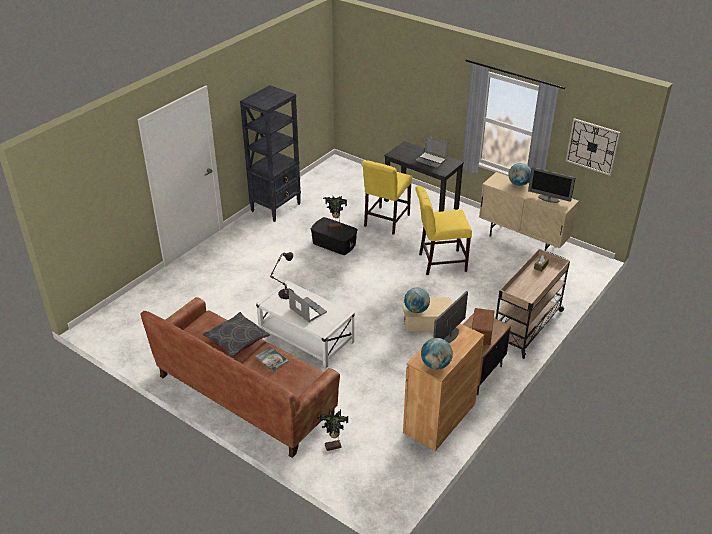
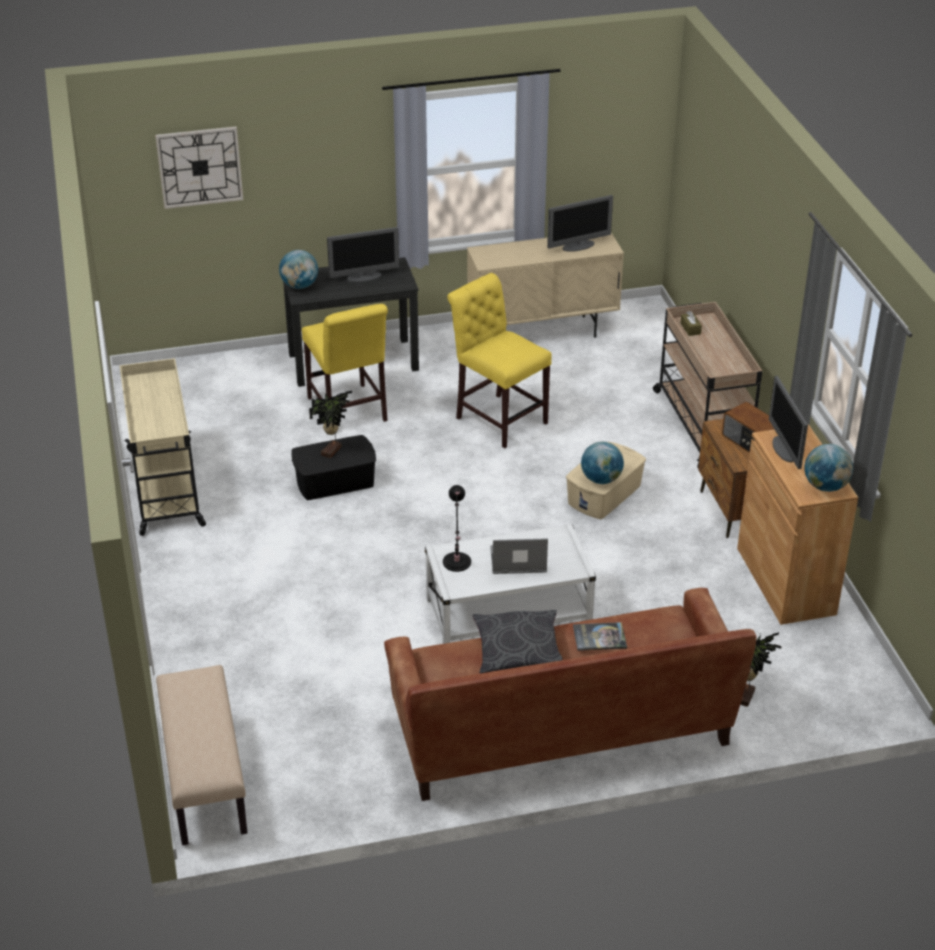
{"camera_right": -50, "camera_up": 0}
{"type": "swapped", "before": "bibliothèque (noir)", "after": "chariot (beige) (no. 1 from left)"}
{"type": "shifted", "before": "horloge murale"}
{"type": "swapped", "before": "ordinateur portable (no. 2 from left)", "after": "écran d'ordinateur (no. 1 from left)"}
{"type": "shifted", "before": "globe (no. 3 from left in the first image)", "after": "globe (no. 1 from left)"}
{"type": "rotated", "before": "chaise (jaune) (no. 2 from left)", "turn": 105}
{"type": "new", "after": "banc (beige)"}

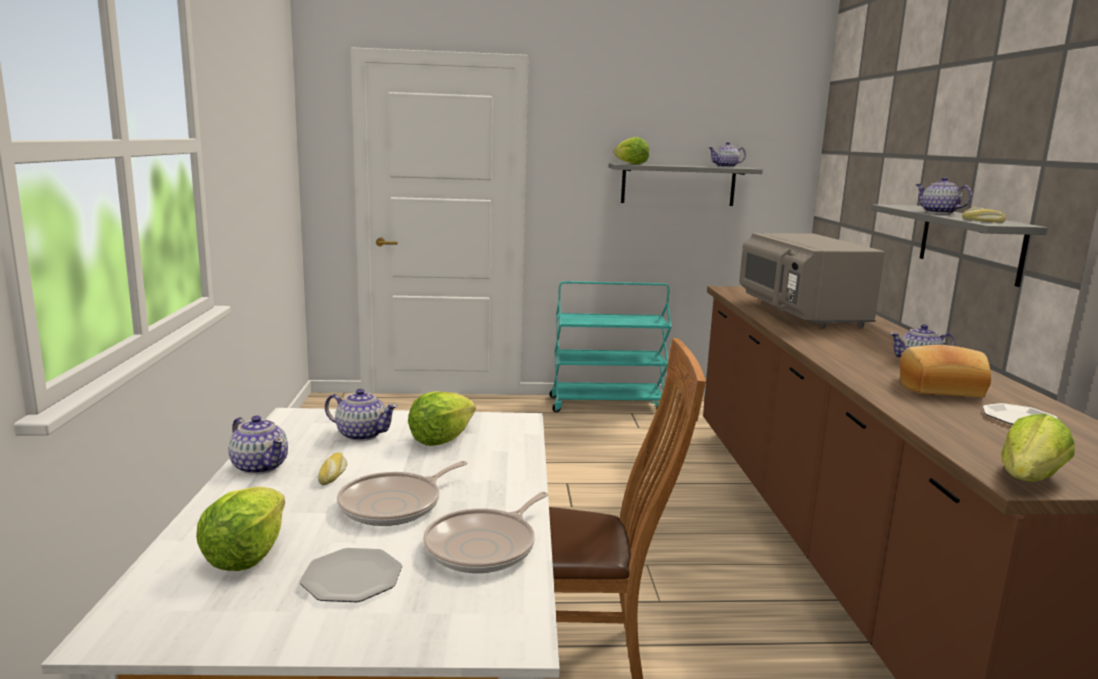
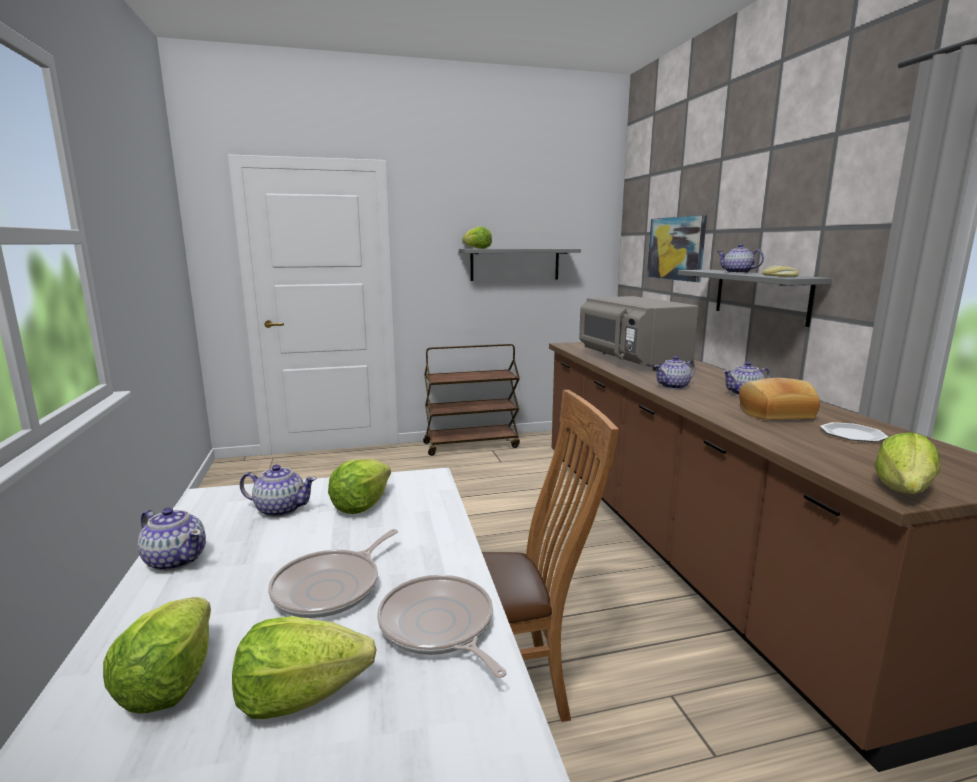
{"camera_right": -10, "camera_up": 0}
{"type": "shifted", "before": "théière (no. 3 from left)"}
{"type": "repainted", "before": "chariot (turquoise)", "after": "chariot (marron)"}
{"type": "gone", "before": "pain (no. 1 from left)"}
{"type": "rotated", "before": "poêle (no. 2 from left)", "turn": 120}
{"type": "swapped", "before": "assiette (no. 1 from left)", "after": "laitue (no. 2 from left)"}
{"type": "new", "after": "tableau"}

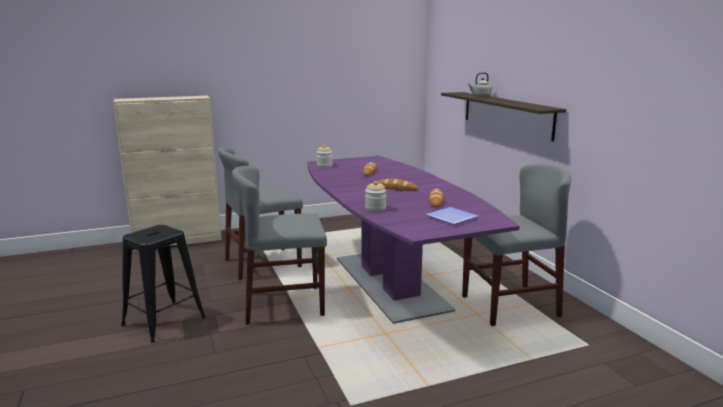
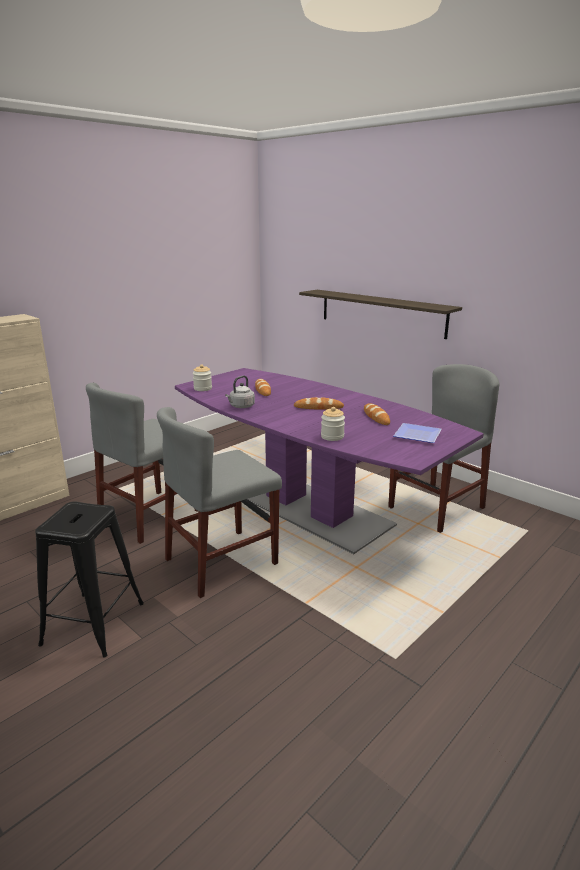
{"camera_right": -25, "camera_up": 5}
{"type": "shifted", "before": "bouilloire (gris)"}

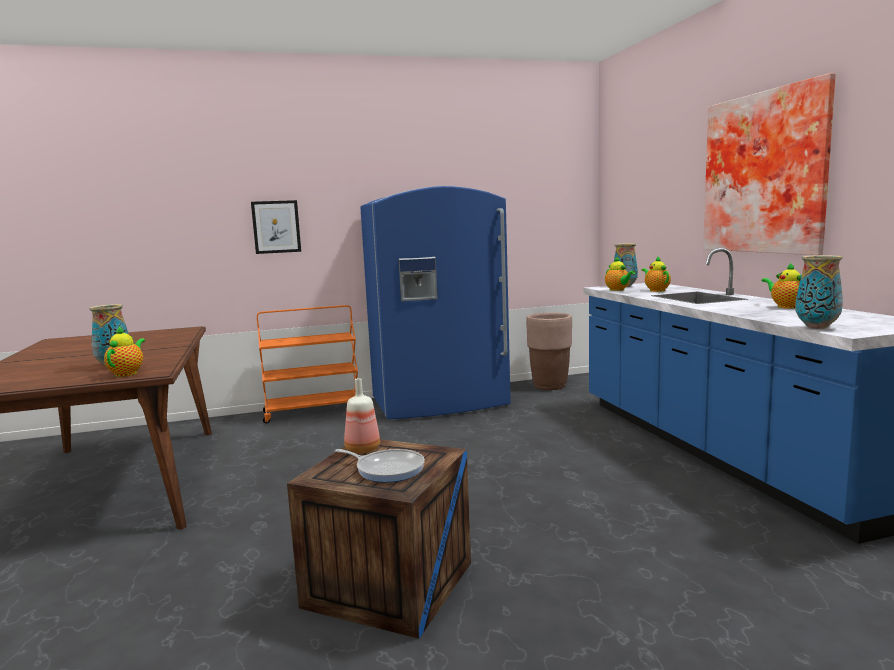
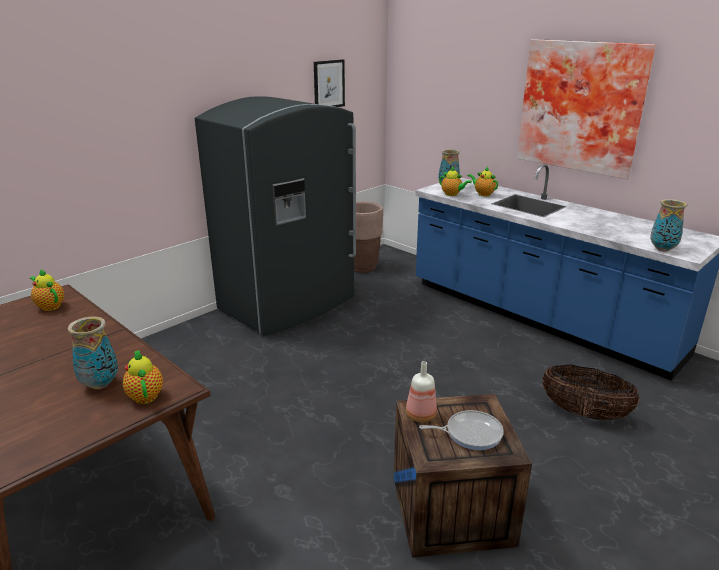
{"camera_right": -30, "camera_up": 15}
{"type": "repainted", "before": "réfrigérateur (bleu)", "after": "réfrigérateur (gris)"}
{"type": "shifted", "before": "tableau (no. 1 from left)"}
{"type": "shifted", "before": "théière (no. 4 from left in the first image)", "after": "théière (no. 1 from left)"}
{"type": "gone", "before": "chariot (orange)"}
{"type": "new", "after": "panier"}

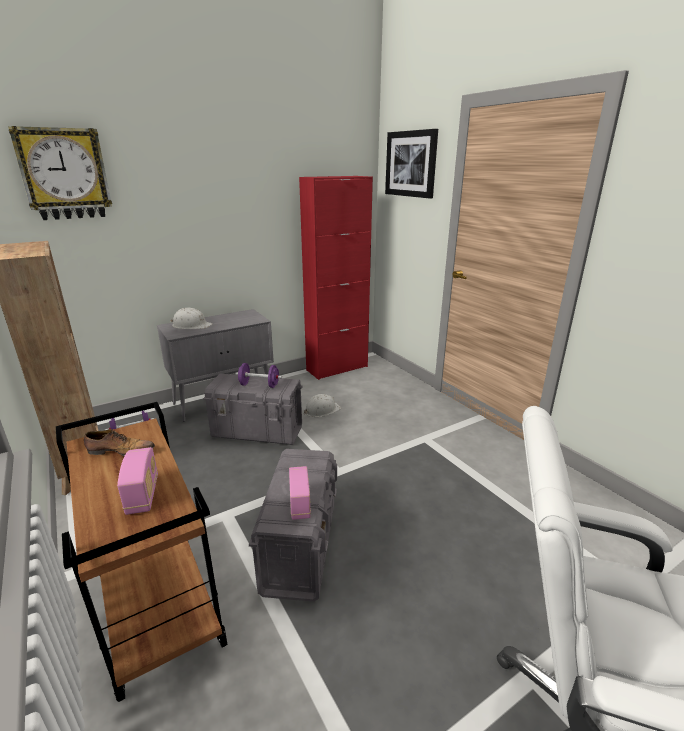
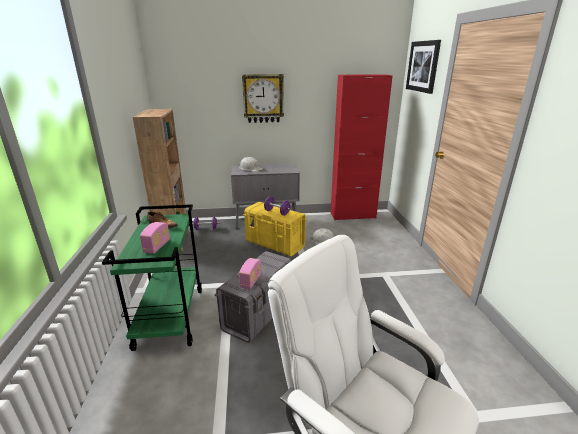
{"camera_right": 25, "camera_up": 0}
{"type": "shifted", "before": "horloge murale"}
{"type": "repainted", "before": "boîte de rangement (gris) (no. 1 from left)", "after": "boîte de rangement (jaune)"}
{"type": "repainted", "before": "chariot (marron)", "after": "chariot (vert)"}

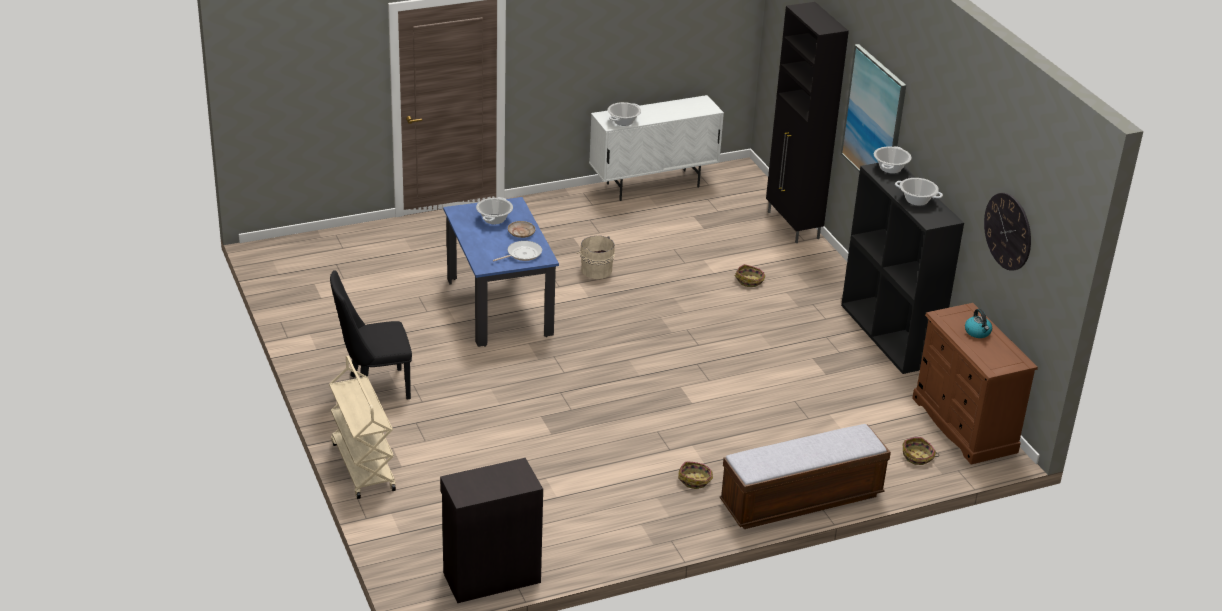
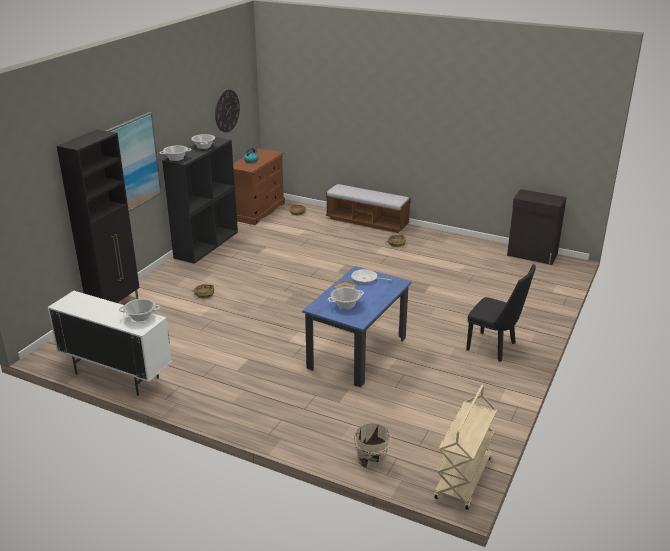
{"camera_right": -130, "camera_up": -5}
{"type": "shifted", "before": "seau (beige)"}
{"type": "shifted", "before": "chariot (beige)"}

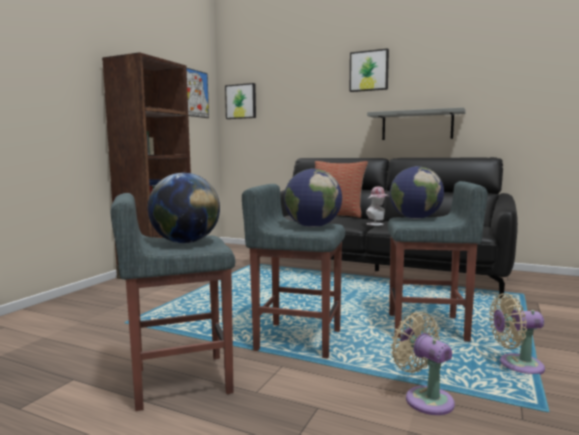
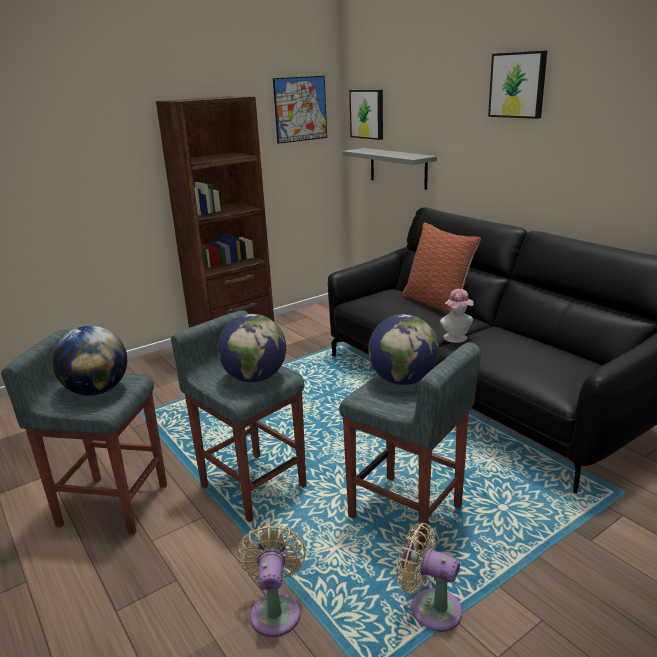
{"camera_right": 30, "camera_up": 15}
{"type": "shifted", "before": "étagère (gris)"}

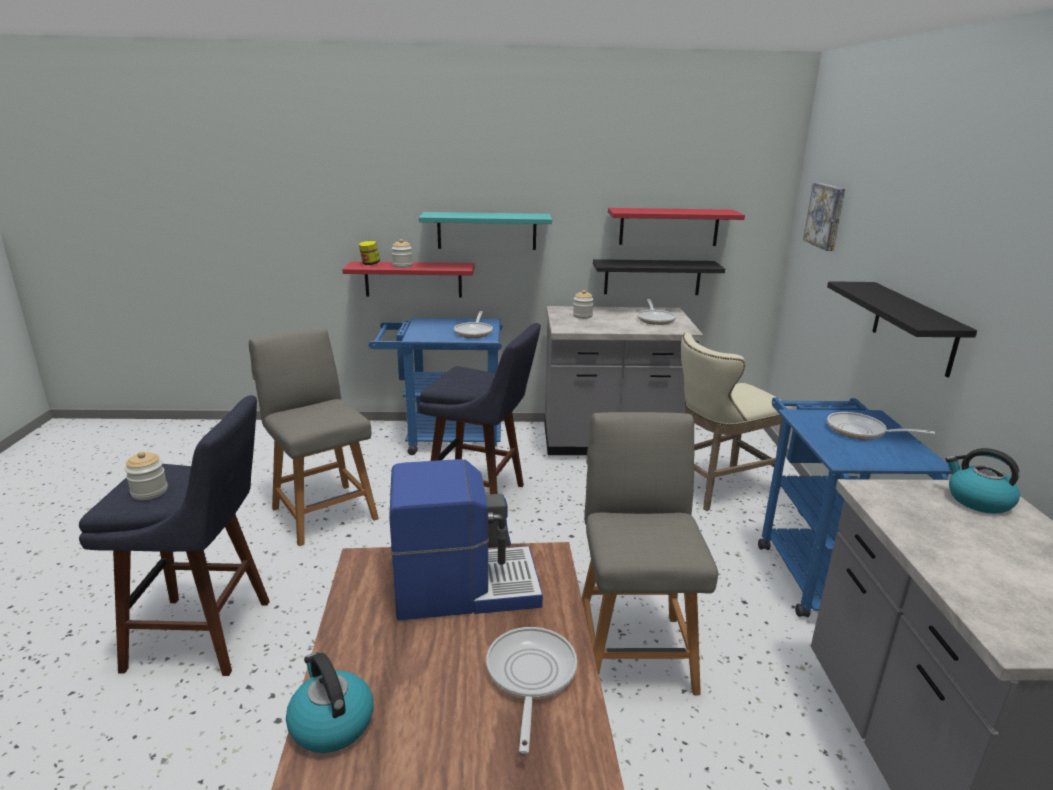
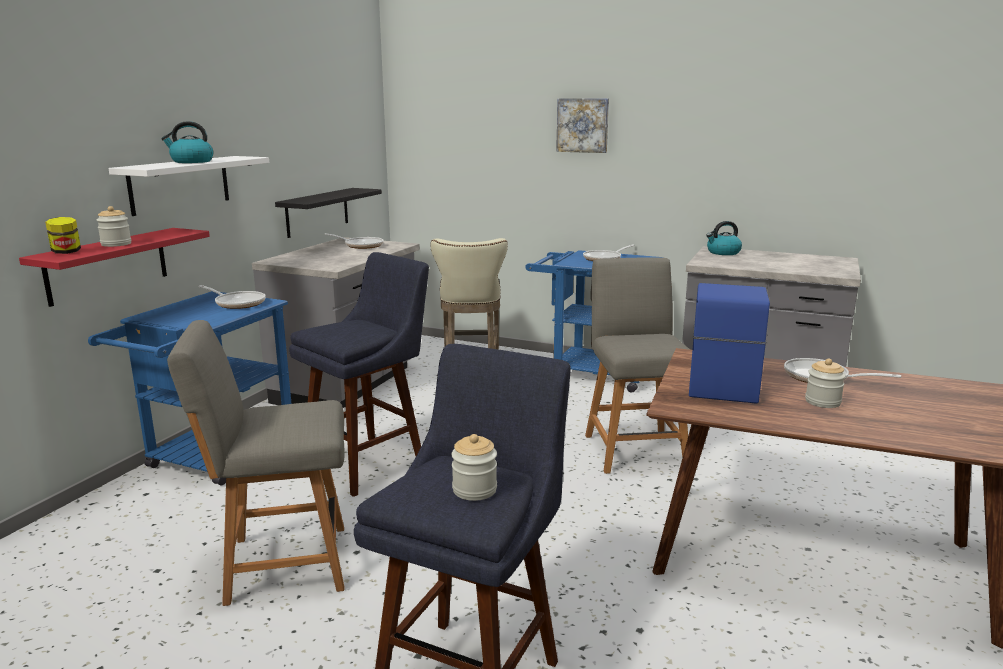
{"camera_right": -65, "camera_up": -5}
{"type": "shifted", "before": "tableau"}
{"type": "gone", "before": "étagère (rouge) (no. 2 from left)"}
{"type": "repainted", "before": "étagère (turquoise)", "after": "étagère (blanc)"}
{"type": "gone", "before": "étagère (noir) (no. 2 from left)"}
{"type": "shifted", "before": "bocal (no. 4 from left)"}
{"type": "rotated", "before": "chaise (gris) (no. 2 from left)", "turn": 60}
{"type": "shifted", "before": "bouilloire (no. 1 from left)"}

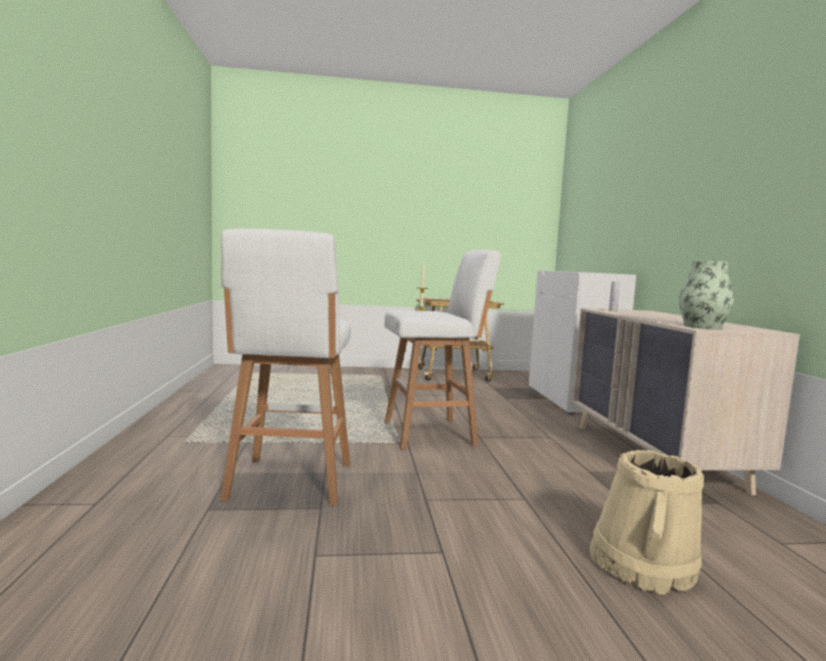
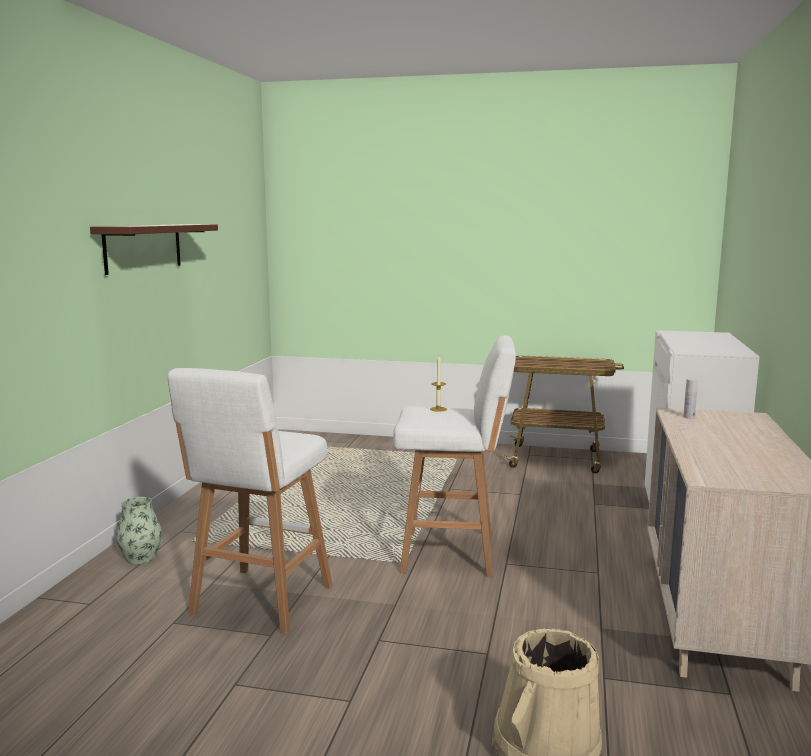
{"camera_right": 20, "camera_up": 5}
{"type": "shifted", "before": "vase"}
{"type": "new", "after": "étagère (marron)"}

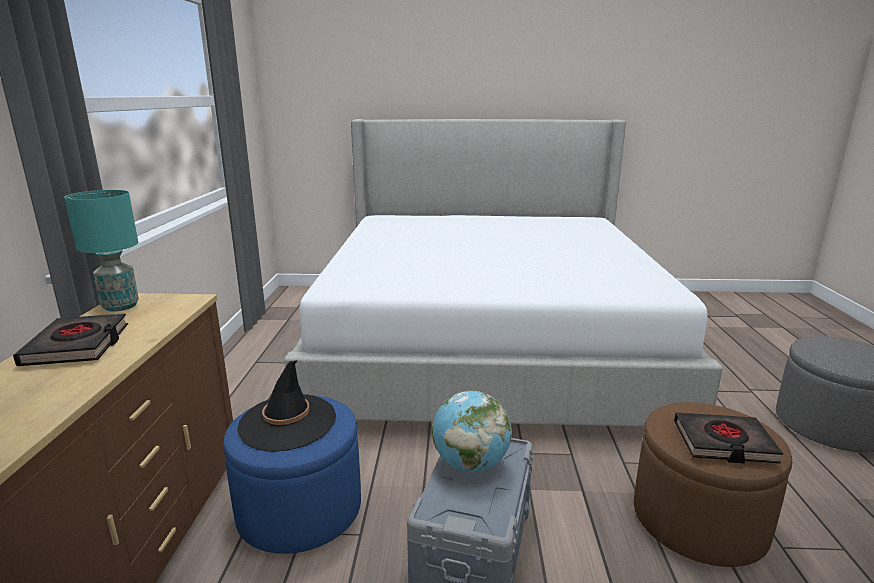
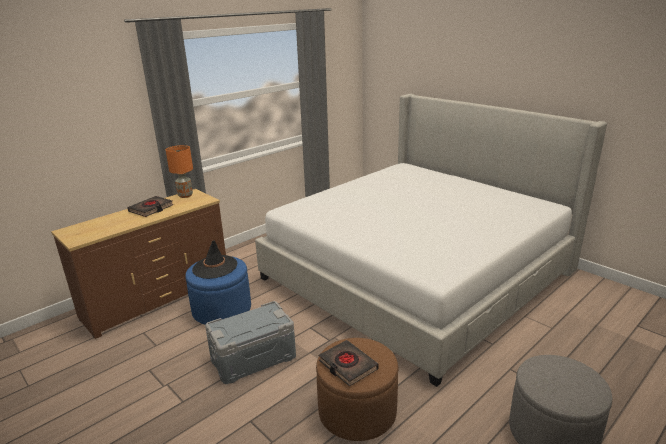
{"camera_right": 45, "camera_up": 5}
{"type": "repainted", "before": "lampe de table (turquoise)", "after": "lampe de table (orange)"}
{"type": "gone", "before": "globe"}

